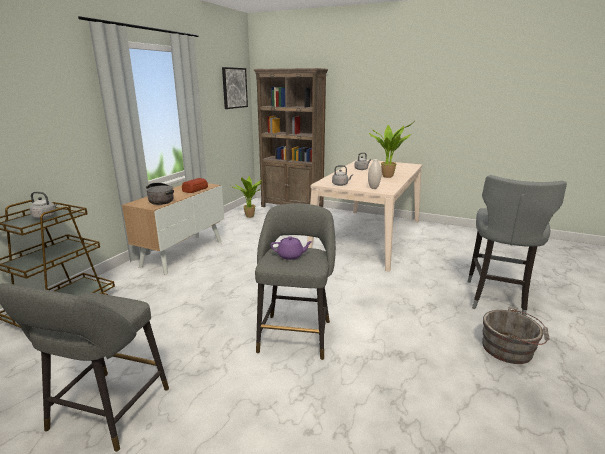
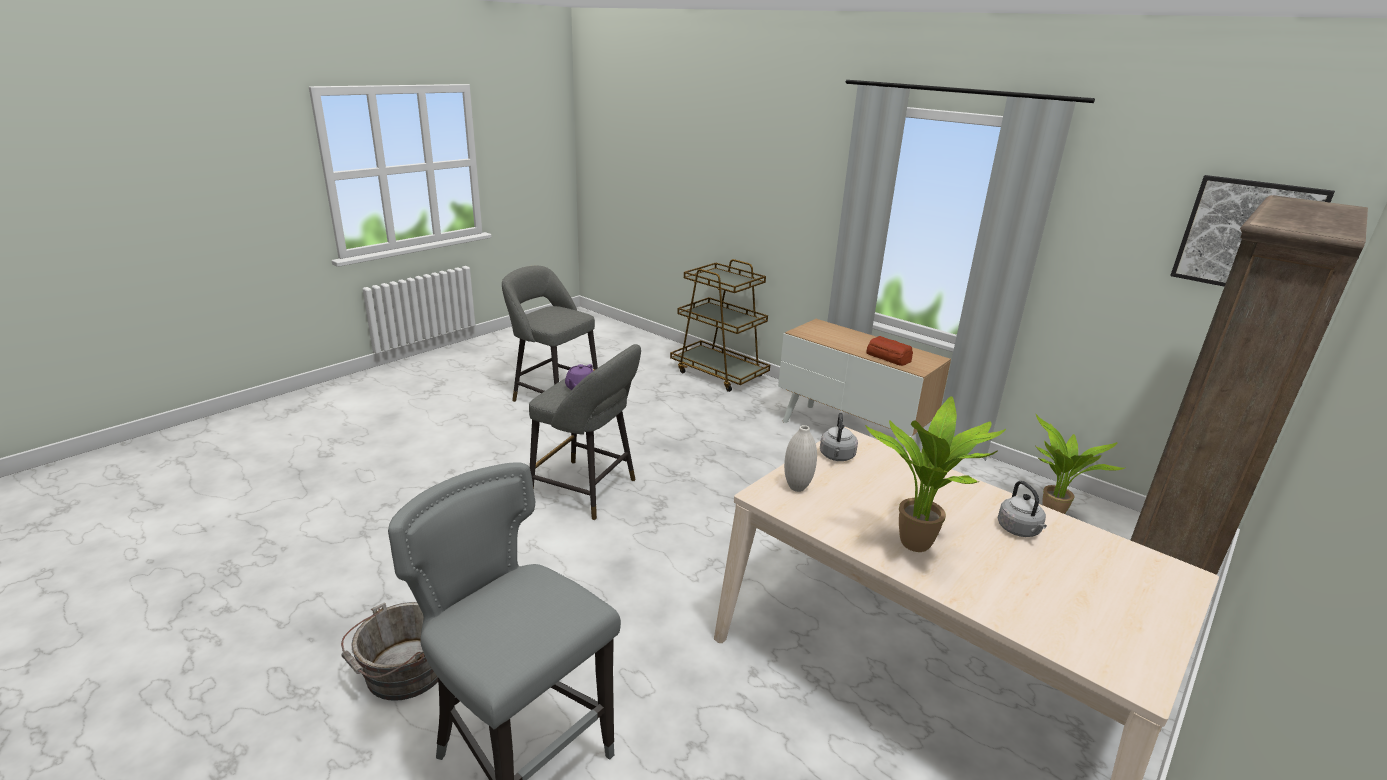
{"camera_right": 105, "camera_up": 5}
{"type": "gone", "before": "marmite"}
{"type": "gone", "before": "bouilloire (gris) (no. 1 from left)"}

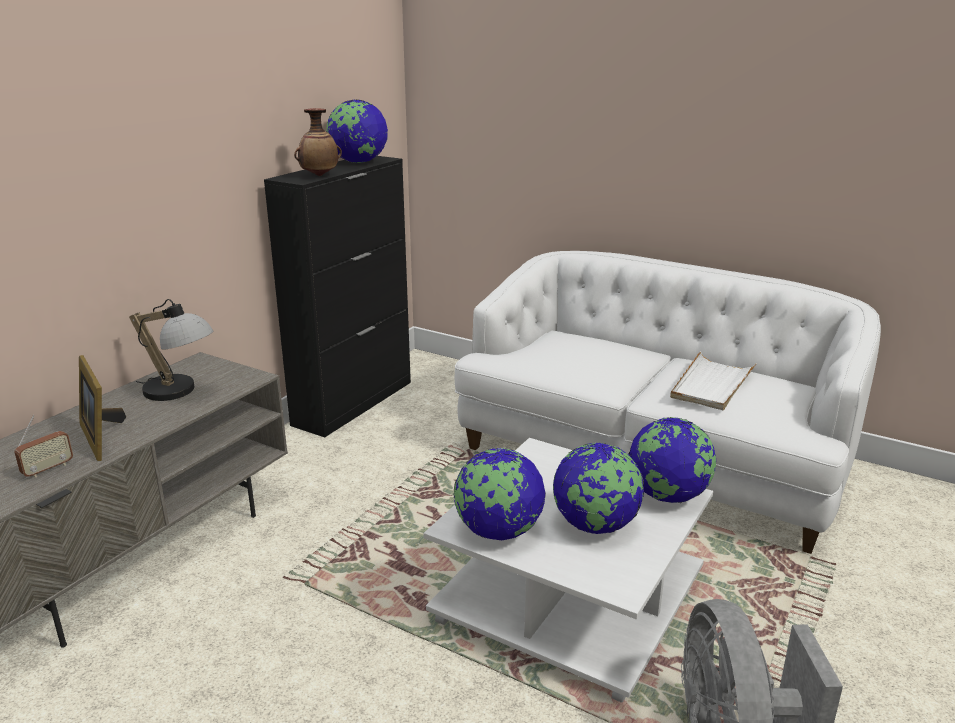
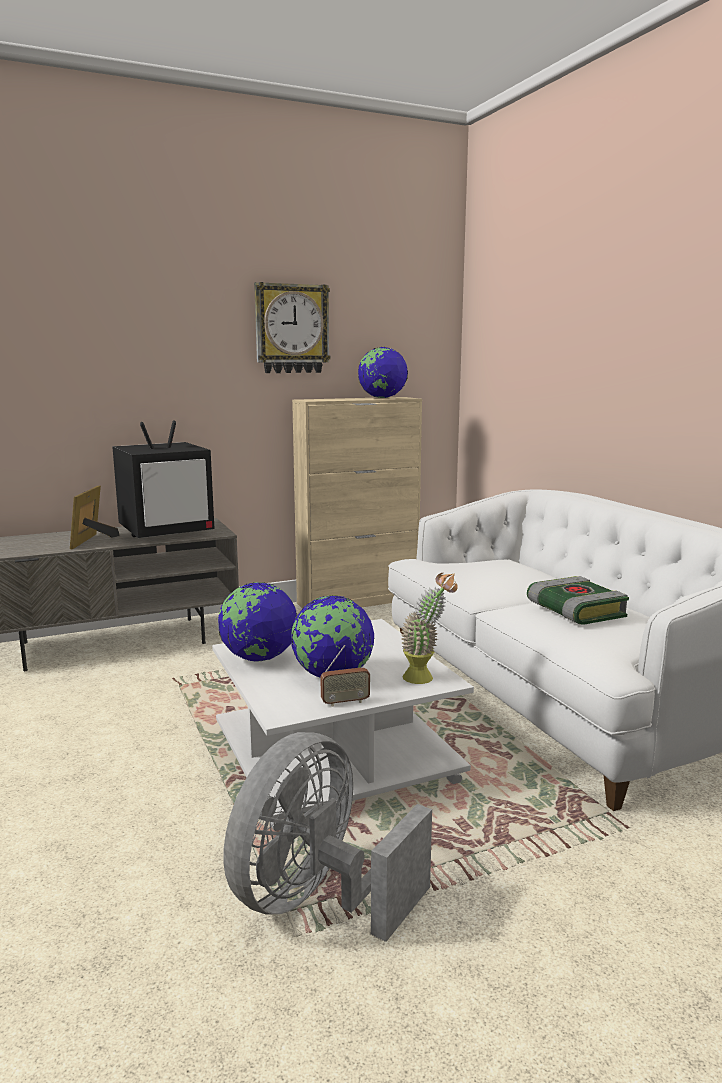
{"camera_right": 35, "camera_up": -10}
{"type": "gone", "before": "vase"}
{"type": "repainted", "before": "meuble de rangement (noir)", "after": "meuble de rangement (beige)"}
{"type": "swapped", "before": "lampe de table", "after": "téléviseur"}
{"type": "swapped", "before": "plateau (blanc)", "after": "livre"}
{"type": "shifted", "before": "radio"}
{"type": "swapped", "before": "globe (no. 4 from left)", "after": "plante en pot"}
{"type": "new", "after": "horloge murale"}

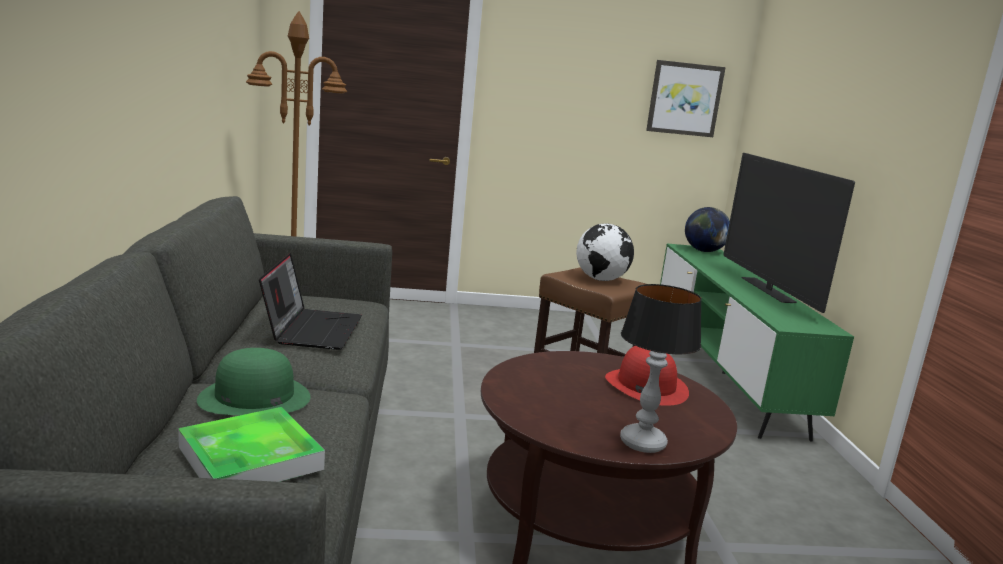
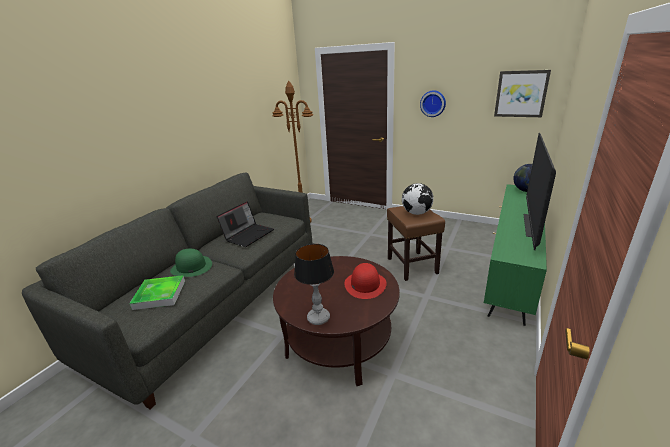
{"camera_right": 35, "camera_up": 10}
{"type": "new", "after": "horloge murale"}

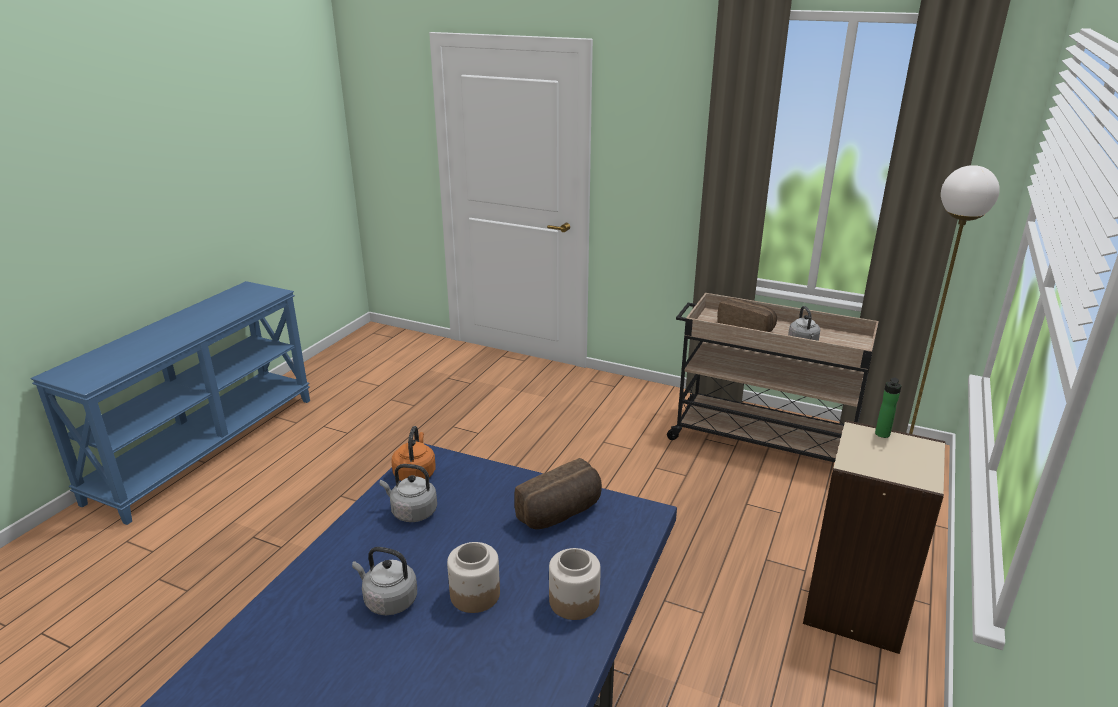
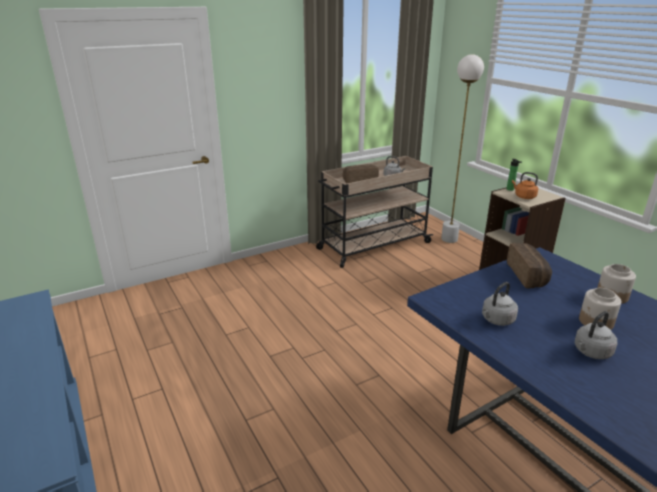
{"camera_right": -55, "camera_up": 0}
{"type": "shifted", "before": "bouilloire (orange)"}

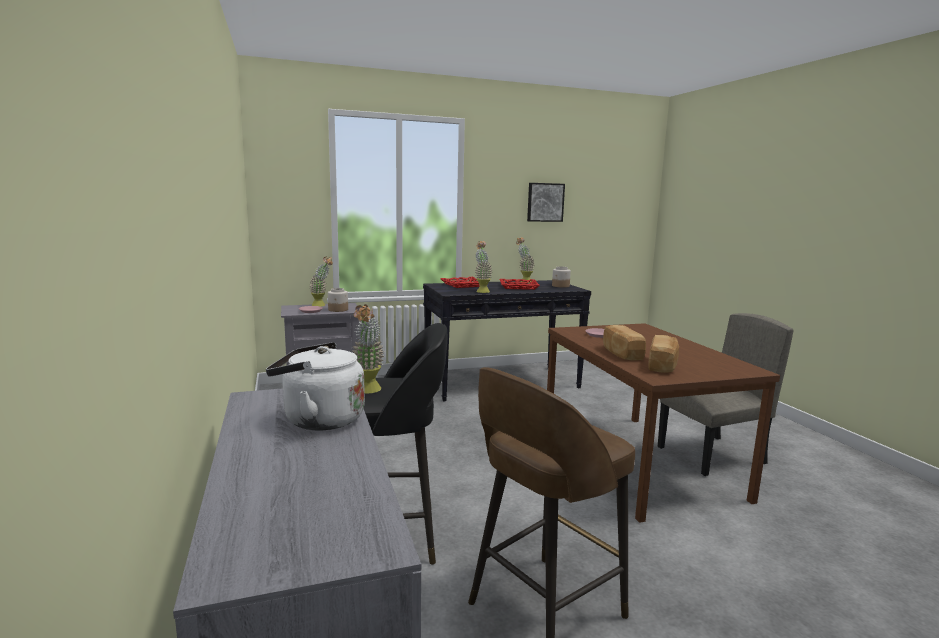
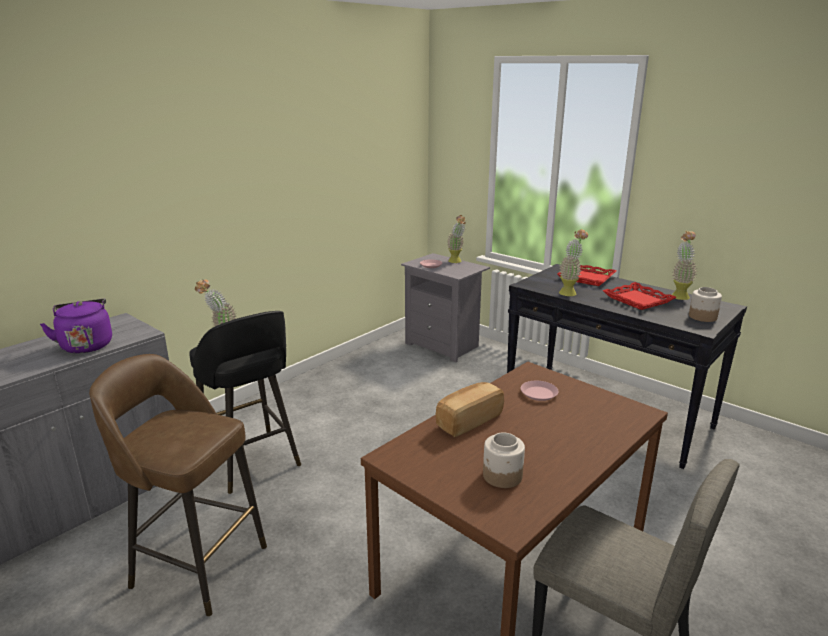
{"camera_right": 60, "camera_up": 10}
{"type": "gone", "before": "tableau"}
{"type": "shifted", "before": "bocal (no. 1 from left)"}
{"type": "gone", "before": "pain (no. 2 from left)"}
{"type": "repainted", "before": "bouilloire (blanc)", "after": "bouilloire (violet)"}

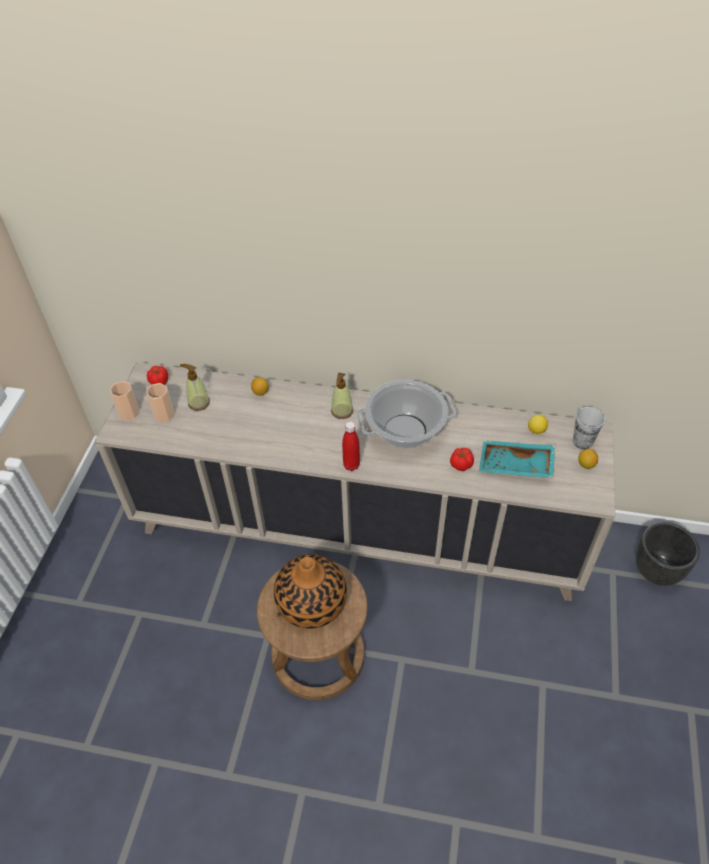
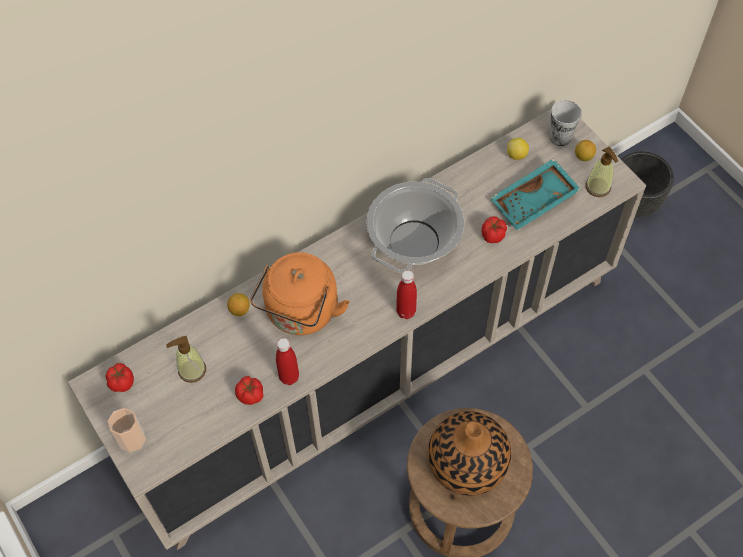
{"camera_right": -45, "camera_up": 10}
{"type": "shifted", "before": "distributeur de savon (no. 2 from left)"}
{"type": "gone", "before": "tasse (no. 2 from left)"}
{"type": "new", "after": "bouilloire (orange)"}
{"type": "new", "after": "bouteille (rouge) (no. 1 from left)"}
{"type": "new", "after": "tomate (no. 2 from left)"}

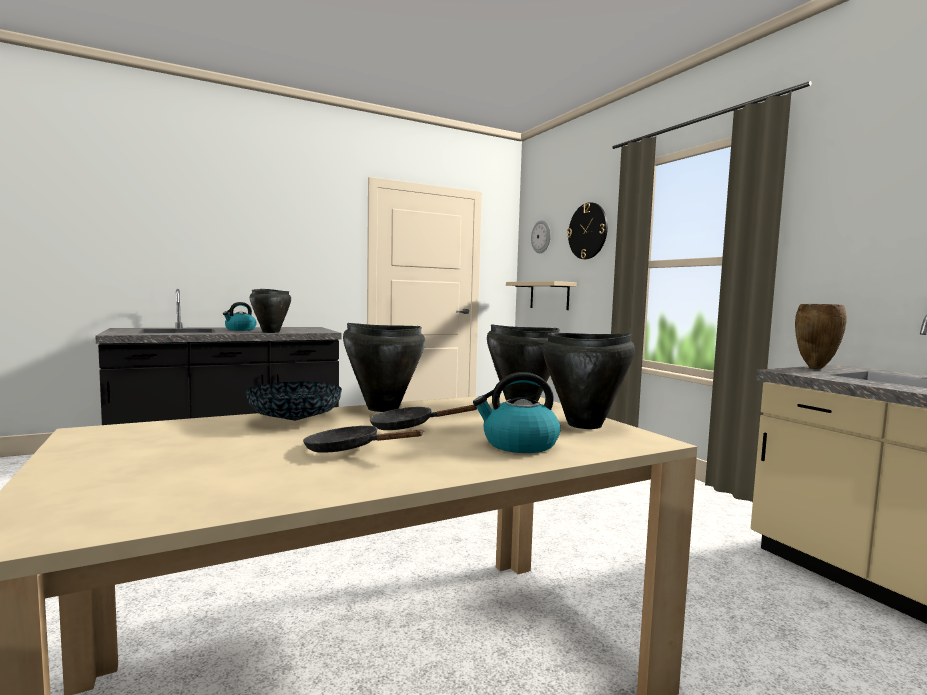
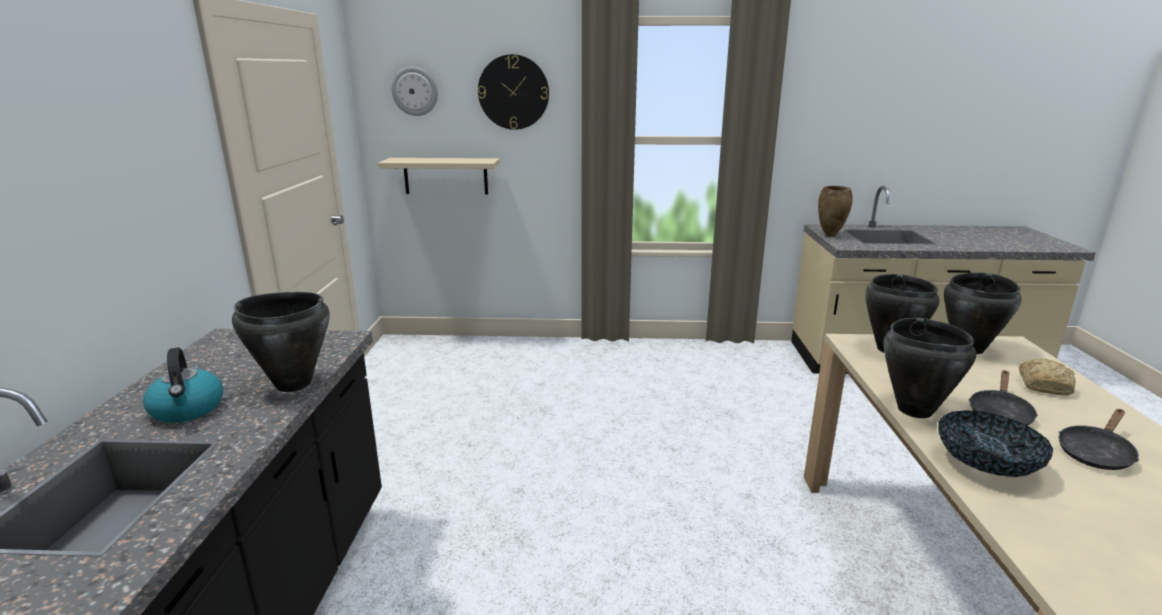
{"camera_right": -60, "camera_up": 15}
{"type": "swapped", "before": "bouilloire (no. 2 from left)", "after": "pain"}

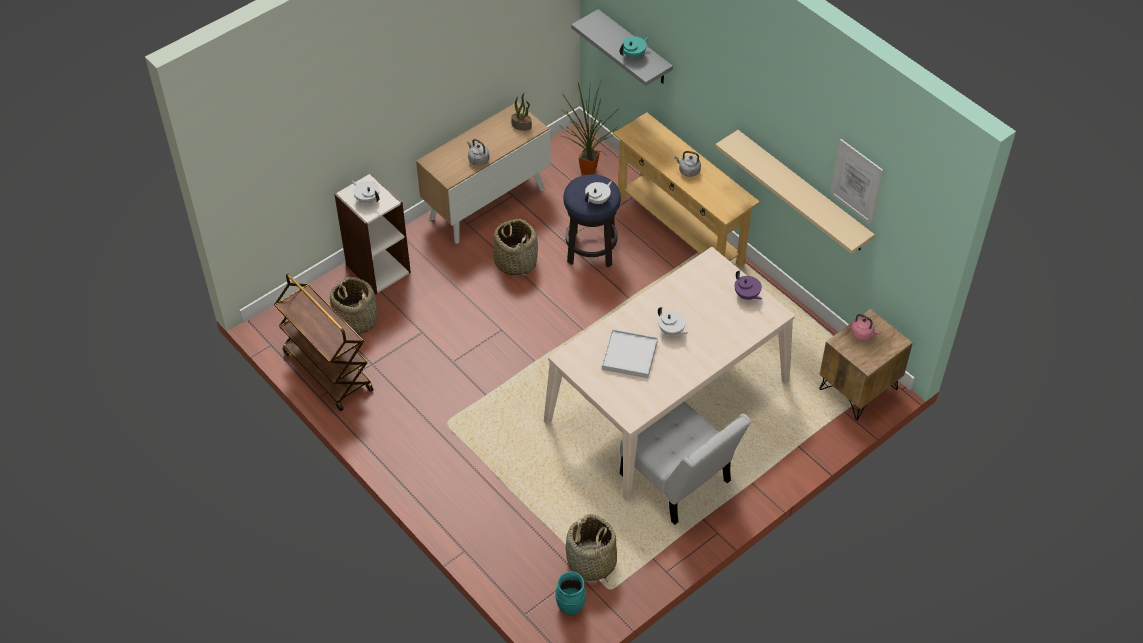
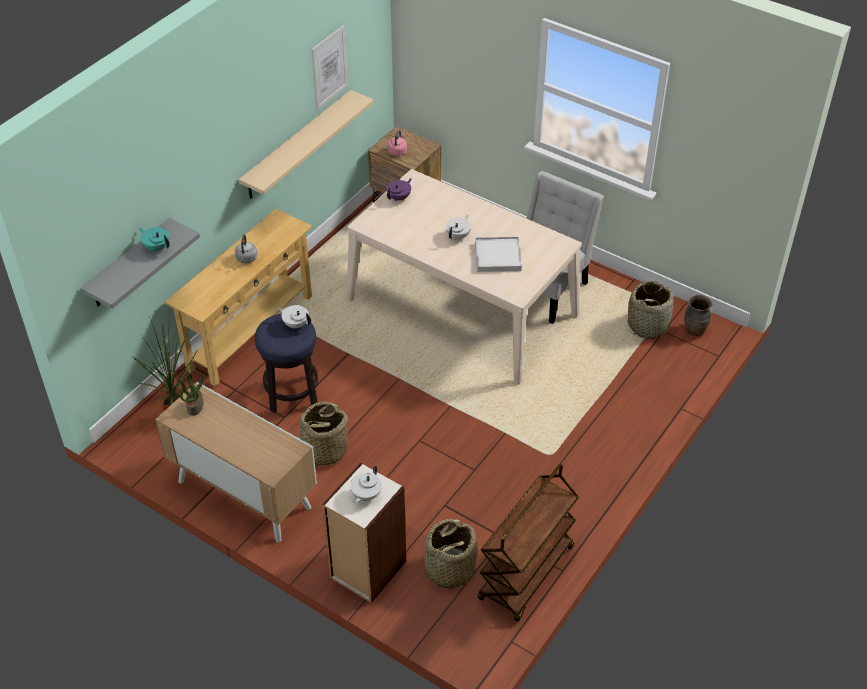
{"camera_right": -105, "camera_up": -5}
{"type": "gone", "before": "bouilloire (gris) (no. 1 from left)"}
{"type": "repainted", "before": "vase (turquoise)", "after": "vase (marron)"}

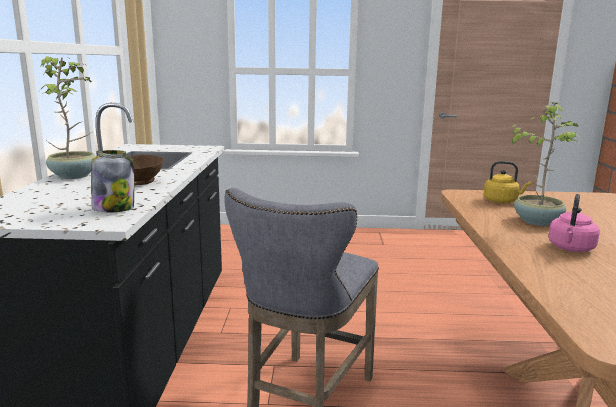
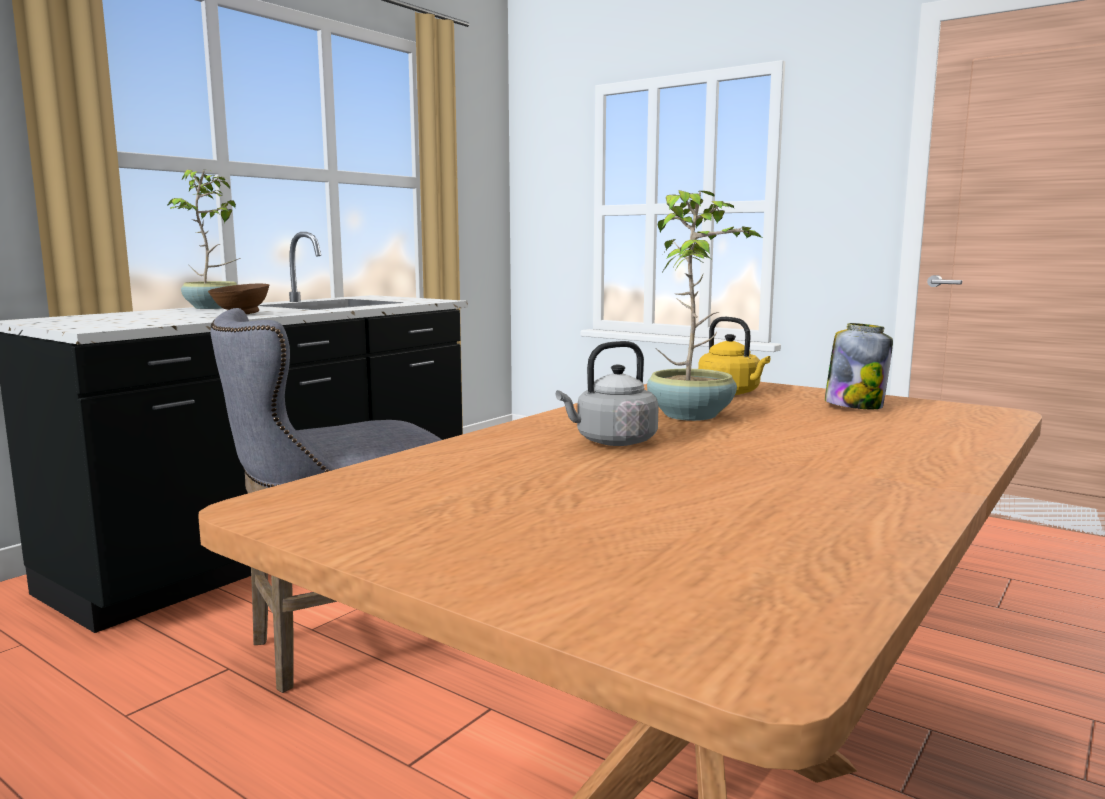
{"camera_right": 35, "camera_up": -5}
{"type": "shifted", "before": "bocal"}
{"type": "repainted", "before": "bouilloire (rose)", "after": "bouilloire (gris)"}

